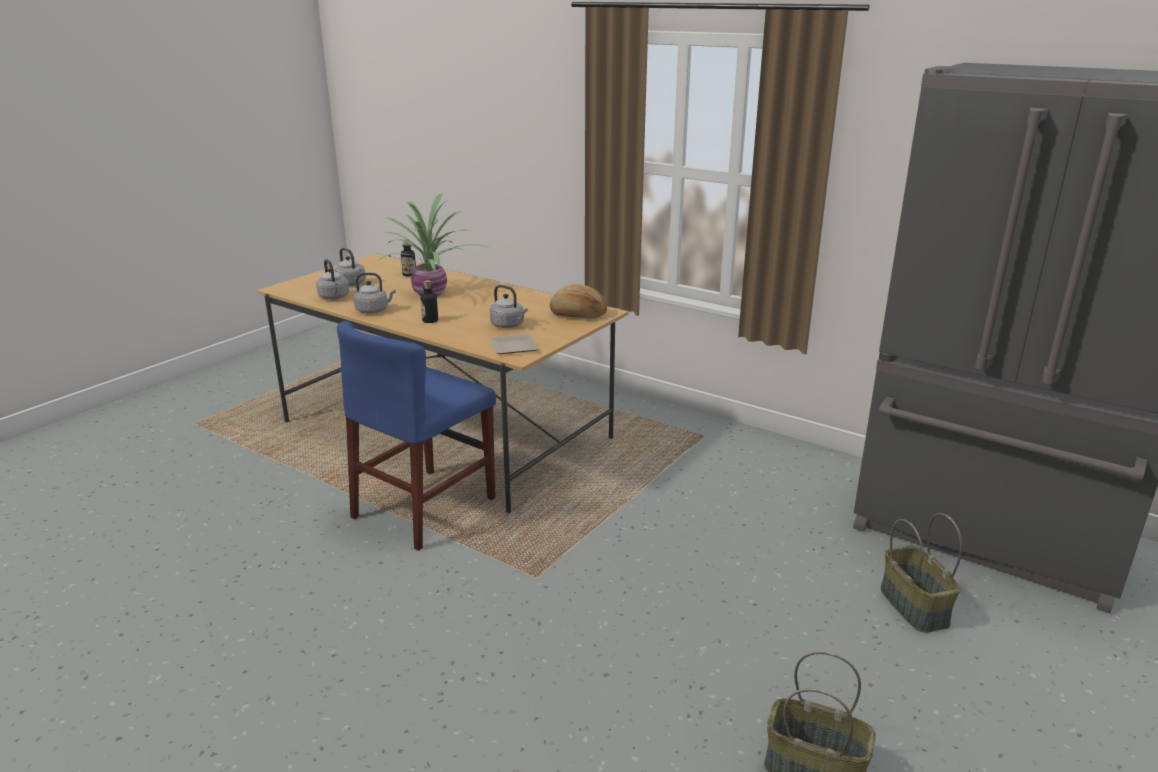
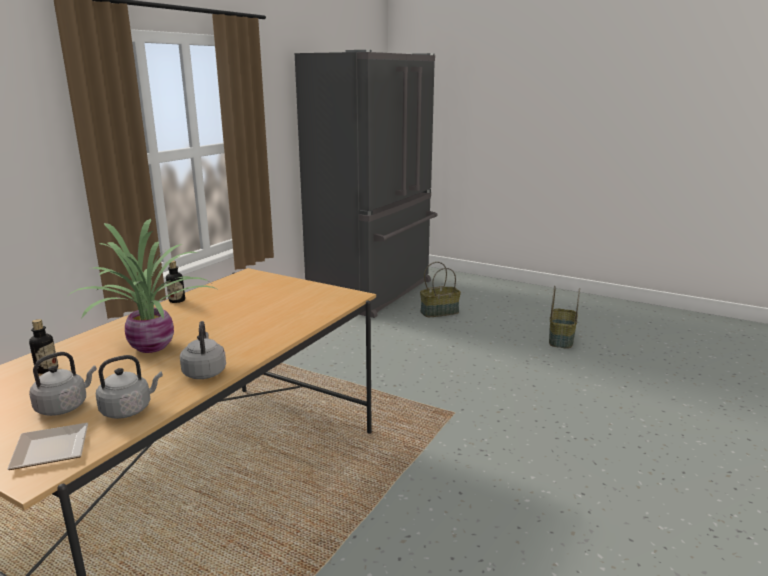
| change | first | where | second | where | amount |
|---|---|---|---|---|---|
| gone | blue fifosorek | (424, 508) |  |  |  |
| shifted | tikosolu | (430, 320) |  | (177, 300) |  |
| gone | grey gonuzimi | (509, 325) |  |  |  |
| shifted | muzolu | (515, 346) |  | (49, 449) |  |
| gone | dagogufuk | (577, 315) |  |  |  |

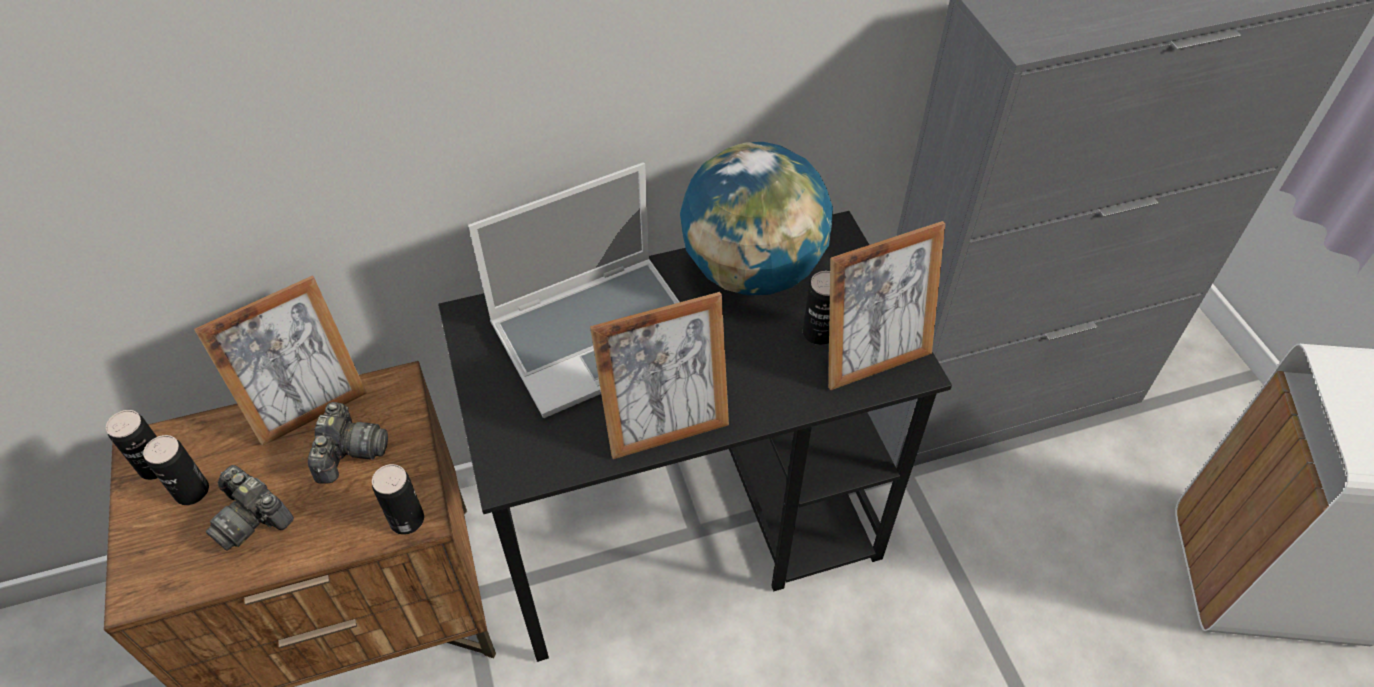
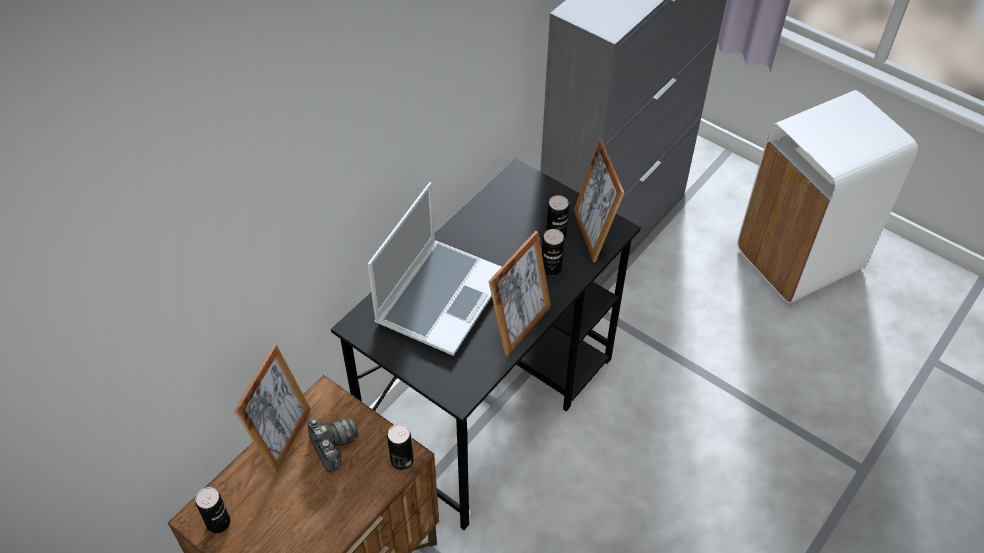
| change | first | where | second | where | amount |
|---|---|---|---|---|---|
| shifted | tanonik | (192, 491) |  | (551, 268) |  |
| gone | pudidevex | (252, 518) |  |  |  |
| gone | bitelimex | (752, 271) |  |  |  |
| rotated | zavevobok | (872, 359) |  | (593, 234) | 135 degrees clockwise |

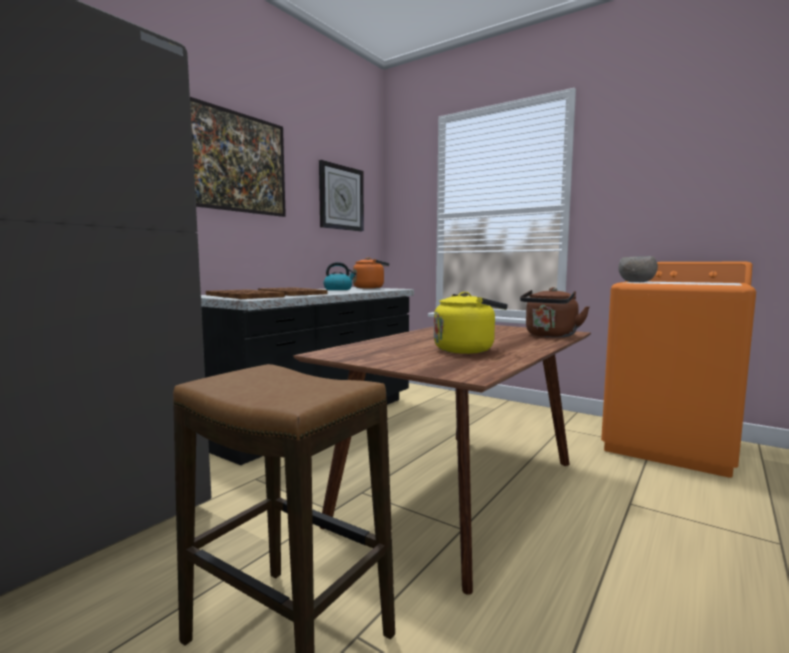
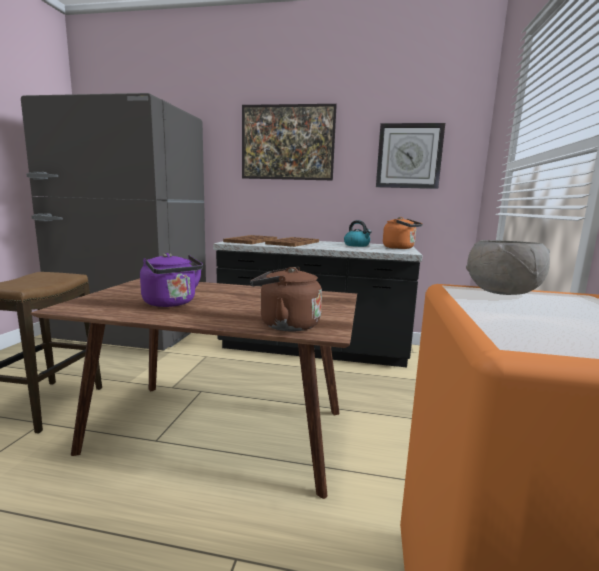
| change | first | where | second | where | amount |
|---|---|---|---|---|---|
| repainted | yellow gonuzimi | (467, 350) | purple gonuzimi | (172, 303) |  |

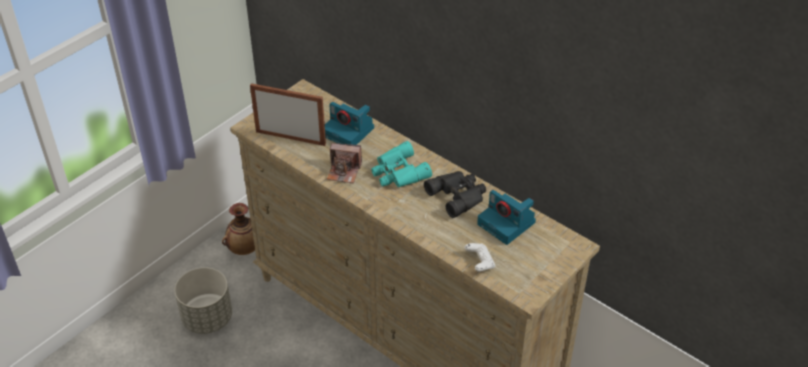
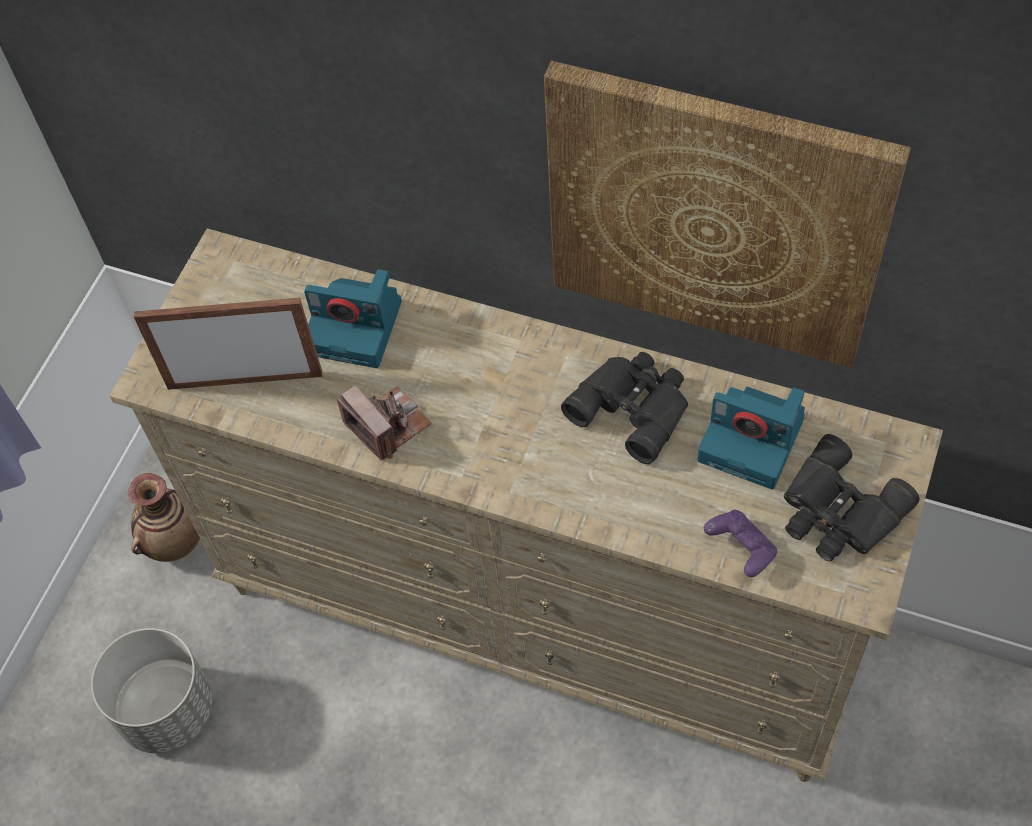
| change | first | where | second | where | amount |
|---|---|---|---|---|---|
| rotated | pudidevex | (344, 171) |  | (387, 425) | 120 degrees counterclockwise |
| gone | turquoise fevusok | (398, 173) |  |  |  |
| repainted | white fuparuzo | (480, 262) | purple fuparuzo | (741, 549) |  |
| new |  |  | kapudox | (714, 216) |  |
| new |  |  | black fevusok | (838, 513) |  |

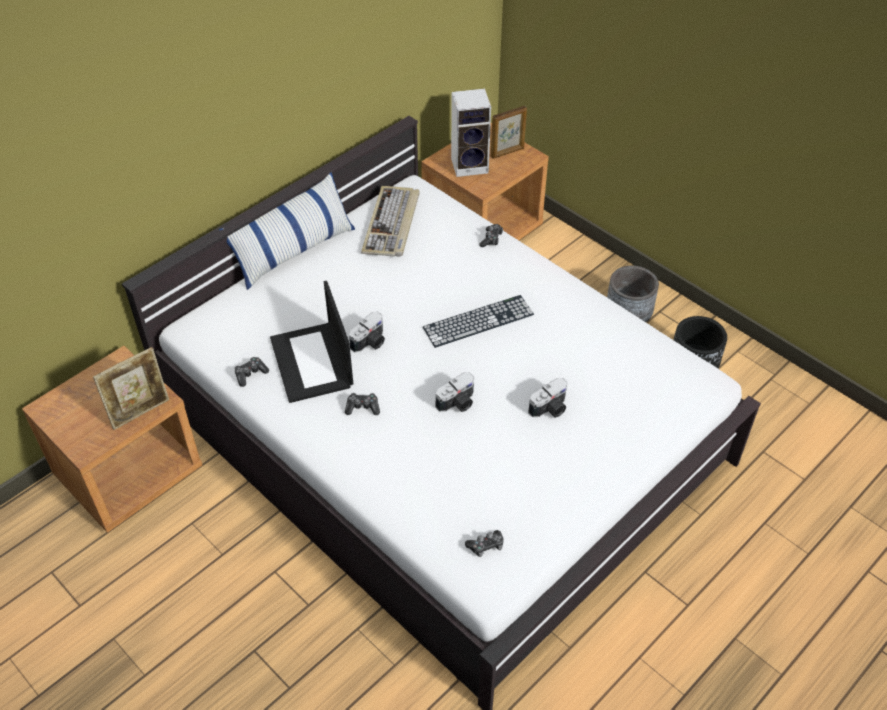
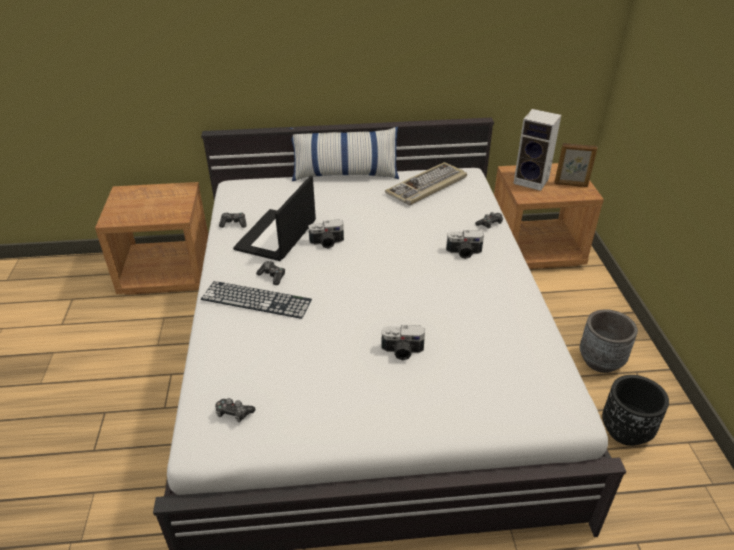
| change | first | where | second | where | amount |
|---|---|---|---|---|---|
| gone | zavevobok | (140, 412) |  |  |  |
| shifted | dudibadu | (478, 321) |  | (256, 299) |  |
| shifted | pudidevex | (458, 403) |  | (464, 253) |  |

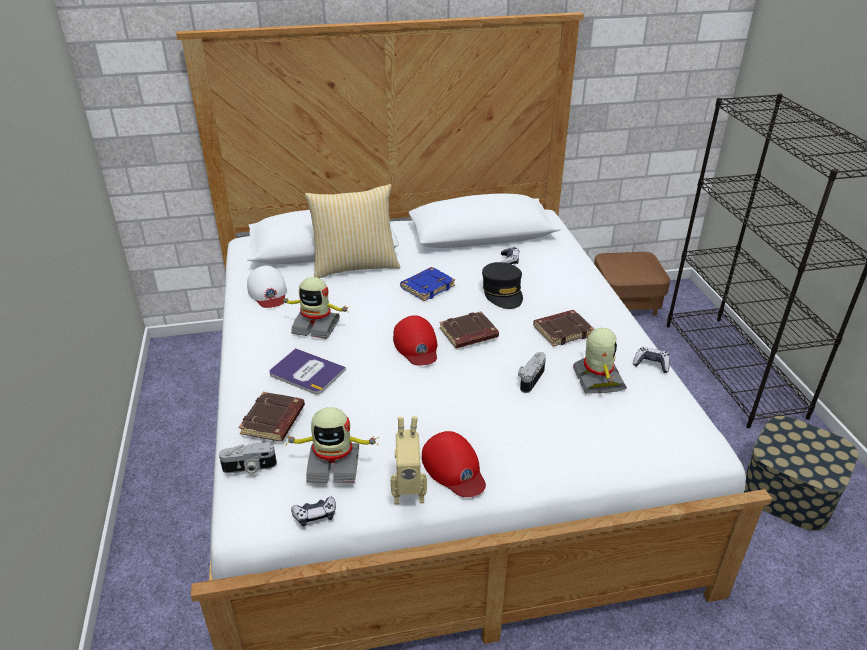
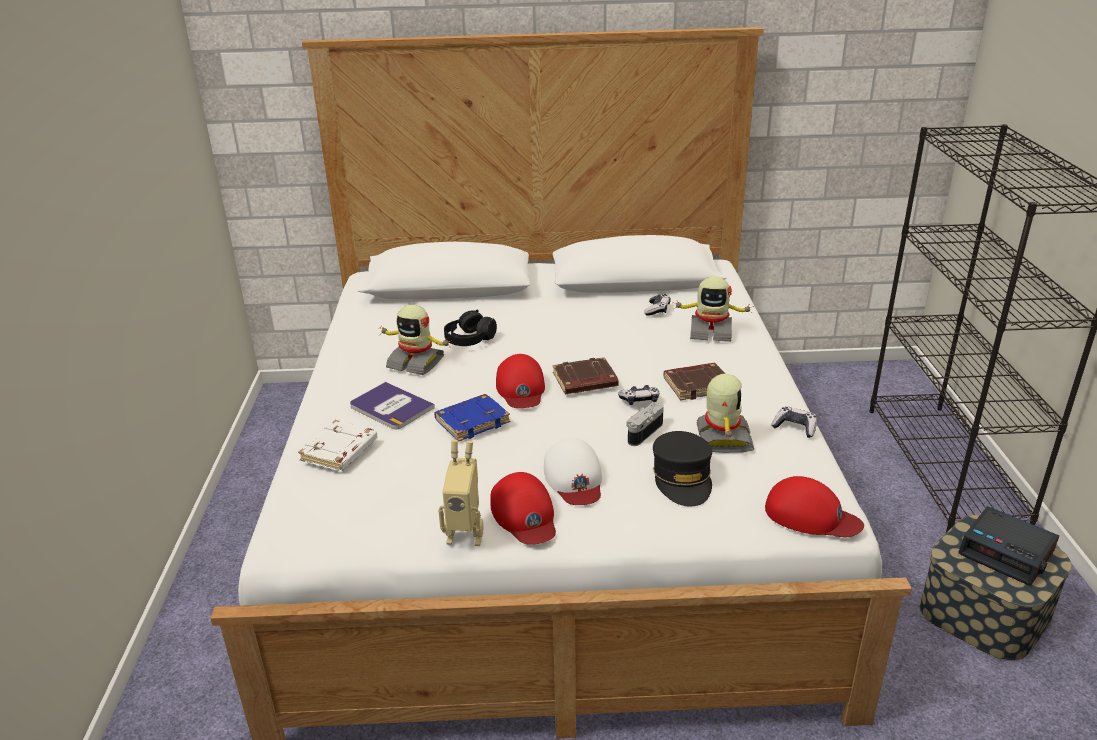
| change | first | where | second | where | amount |
|---|---|---|---|---|---|
| gone | pudidevex | (249, 468) |  |  |  |
| repainted | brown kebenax | (273, 421) | white kebenax | (340, 451) |  |
| shifted | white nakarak | (268, 292) |  | (574, 478) |  |
| shifted | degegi | (334, 465) |  | (710, 332) |  |
| shifted | fuparuzo | (315, 515) |  | (639, 400) |  |
| gone | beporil | (355, 266) |  |  |  |
| shifted | blue kebenax | (427, 287) |  | (472, 421) |  |
| shifted | black nakarak | (502, 293) |  | (682, 478) |  |
| gone | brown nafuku | (625, 302) |  |  |  |
| new |  |  | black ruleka | (469, 339) |  |
| new |  |  | red nakarak | (811, 516) |  |
| new |  |  | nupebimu | (1007, 553) |  |

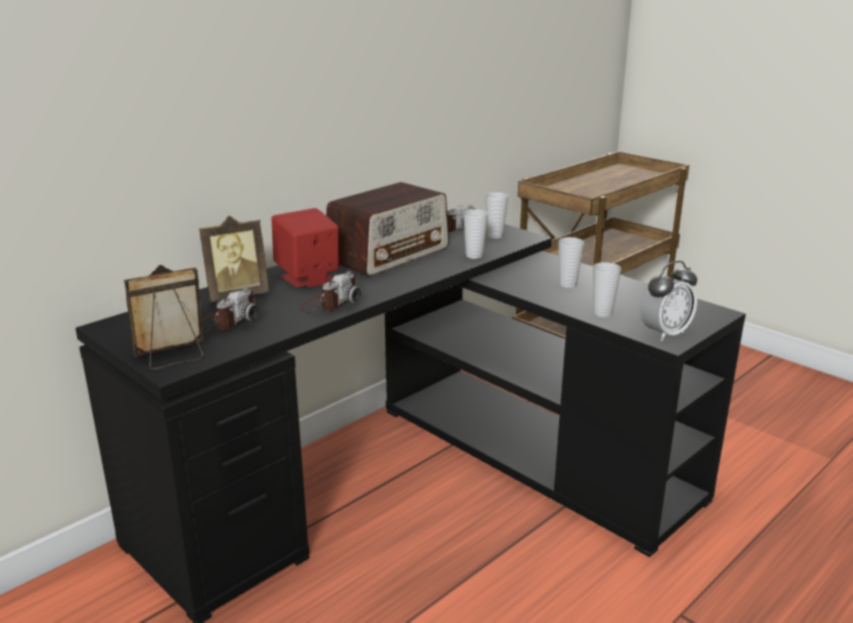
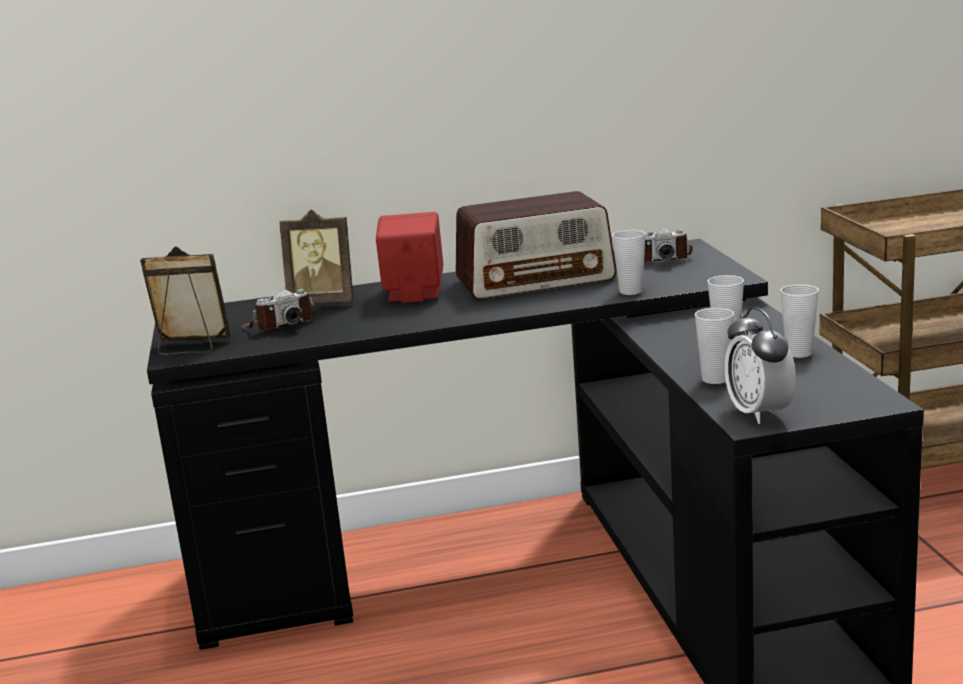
| change | first | where | second | where | amount |
|---|---|---|---|---|---|
| gone | pudidevex | (330, 303) |  |  |  |
| shifted | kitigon | (495, 236) |  | (799, 353) |  |
| rotated | nupebimu | (665, 333) |  | (759, 413) | 75 degrees clockwise |

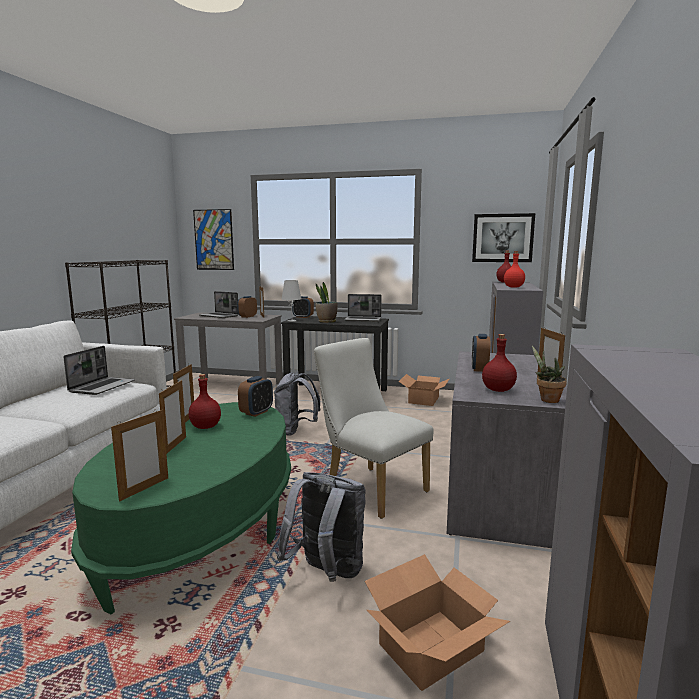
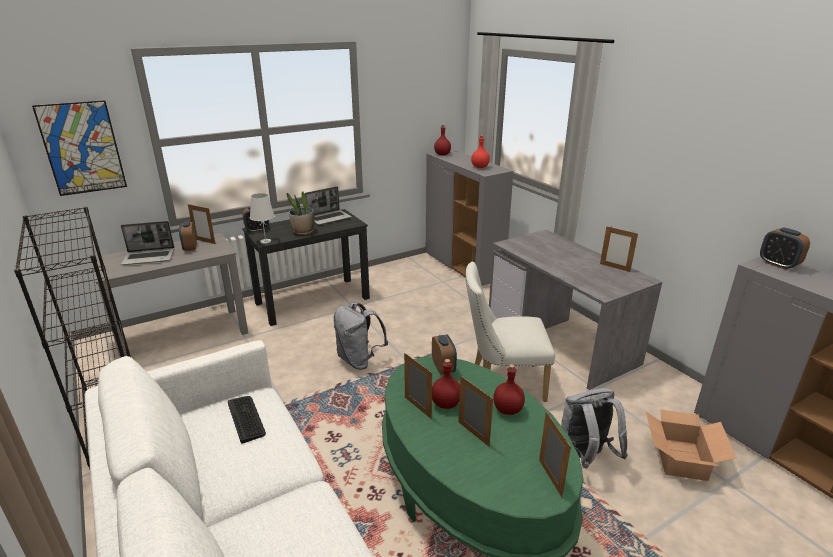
| change | first | where | second | where | amount |
|---|---|---|---|---|---|
| swapped | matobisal | (102, 387) | dudibadu | (246, 418) |  |
| gone | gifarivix | (423, 400) |  |  |  |
| gone | kapudox | (502, 238) |  |  |  |
| shifted | nupebimu | (479, 369) |  | (778, 264) |  |
| shifted | red tikosolu | (498, 390) |  | (507, 409) |  |
| gone | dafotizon | (546, 400) |  |  |  |

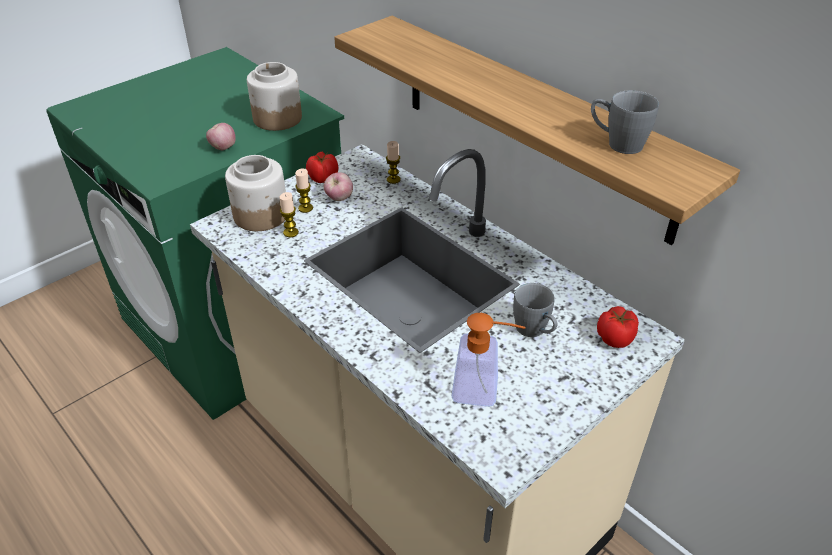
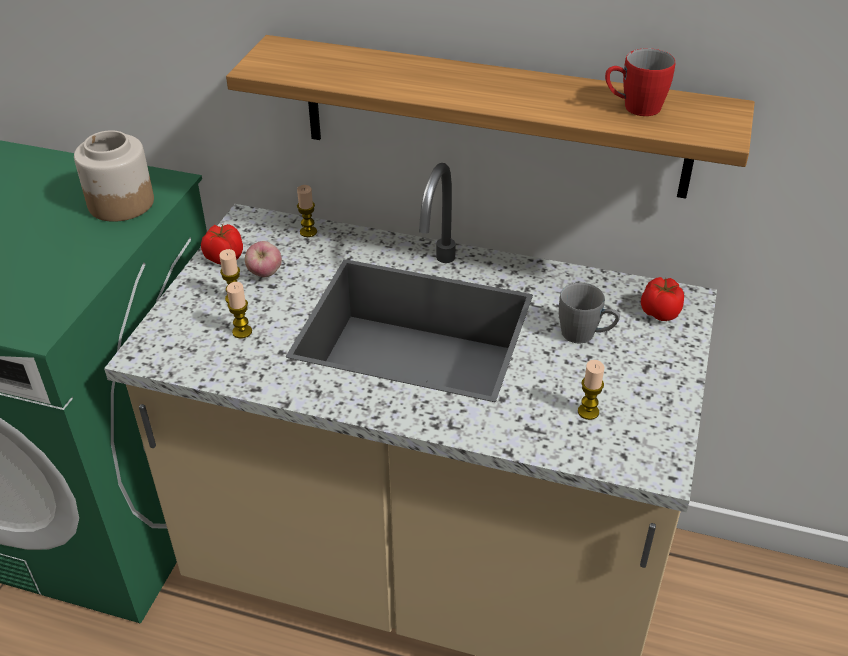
| change | first | where | second | where | amount |
|---|---|---|---|---|---|
| gone | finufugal | (223, 148) |  |  |  |
| gone | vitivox | (260, 215) |  |  |  |
| swapped | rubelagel | (484, 391) | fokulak | (588, 412) |  |
| repainted | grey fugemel | (616, 143) | red fugemel | (633, 108) |  |

